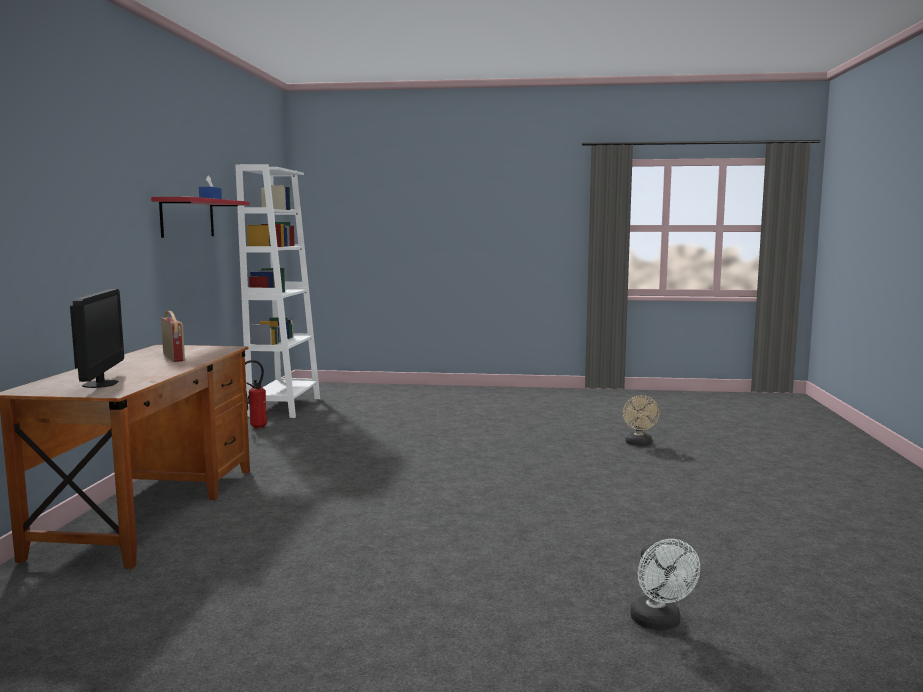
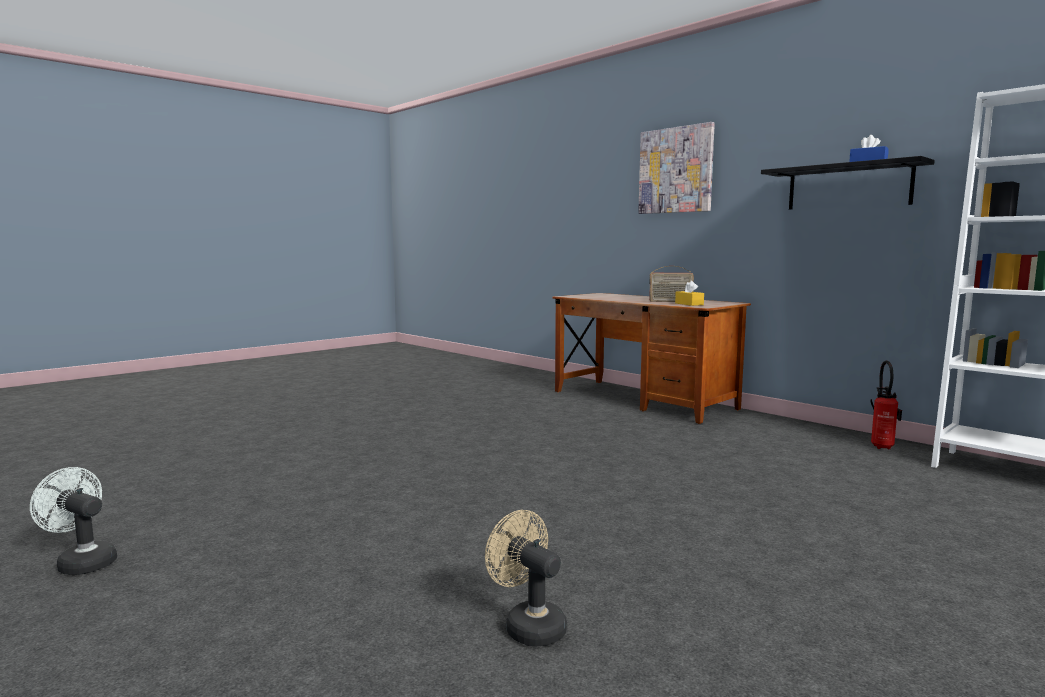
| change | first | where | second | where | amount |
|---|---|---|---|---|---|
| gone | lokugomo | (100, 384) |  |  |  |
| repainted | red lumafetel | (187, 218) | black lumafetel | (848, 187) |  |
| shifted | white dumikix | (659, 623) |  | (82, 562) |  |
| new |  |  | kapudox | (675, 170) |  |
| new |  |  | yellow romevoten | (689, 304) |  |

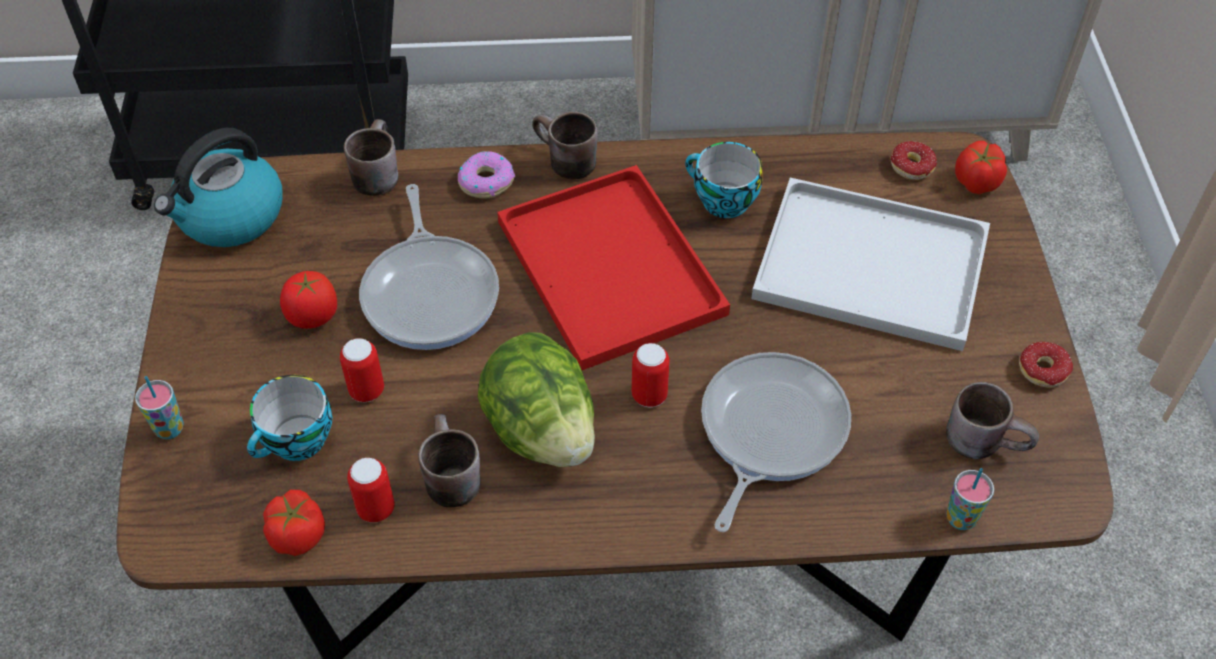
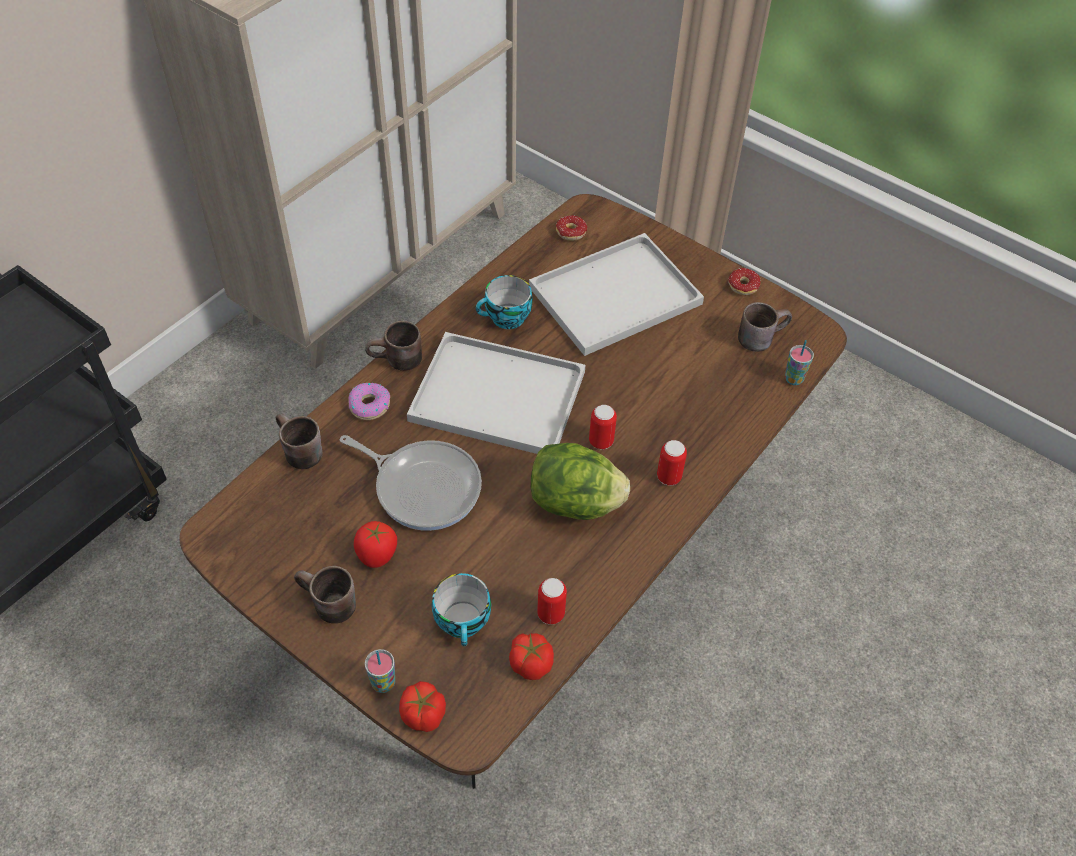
| change | first | where | second | where | amount |
|---|---|---|---|---|---|
| gone | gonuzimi | (230, 216) |  |  |  |
| shifted | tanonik | (367, 390) |  | (669, 477) |  |
| shifted | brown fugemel | (446, 476) |  | (326, 606) |  |
| repainted | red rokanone | (606, 265) | white rokanone | (494, 397) |  |
| gone | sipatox | (769, 431) |  |  |  |
| shifted | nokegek | (976, 182) |  | (423, 714) |  |

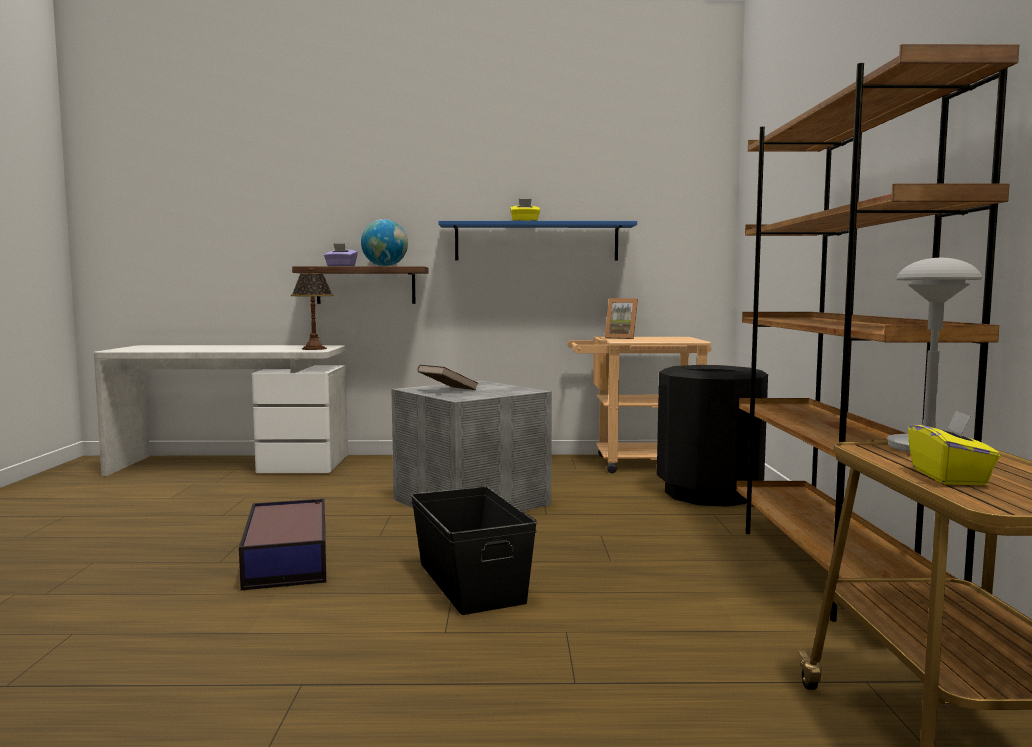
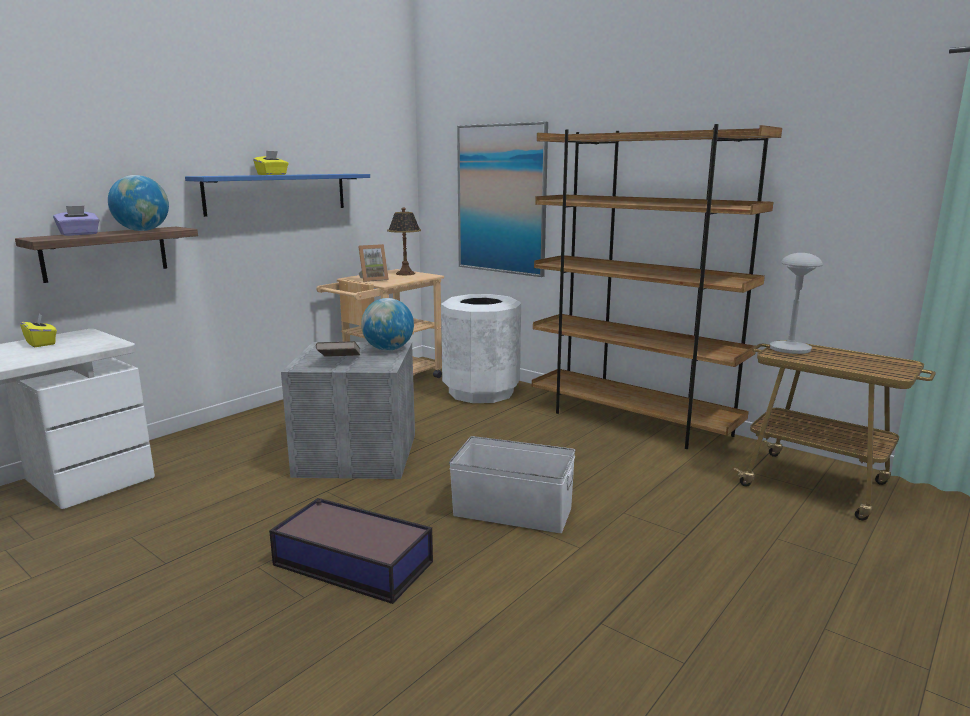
| change | first | where | second | where | amount |
|---|---|---|---|---|---|
| shifted | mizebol | (314, 349) |  | (405, 273) |  |
| repainted | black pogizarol | (469, 582) | white pogizarol | (513, 512) |  |
| repainted | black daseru | (708, 494) | white daseru | (480, 392) |  |
| shifted | yellow romevoten | (949, 477) |  | (41, 343) |  |
| new |  |  | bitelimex | (388, 349) |  |
| new |  |  | kapudox | (501, 199) |  |

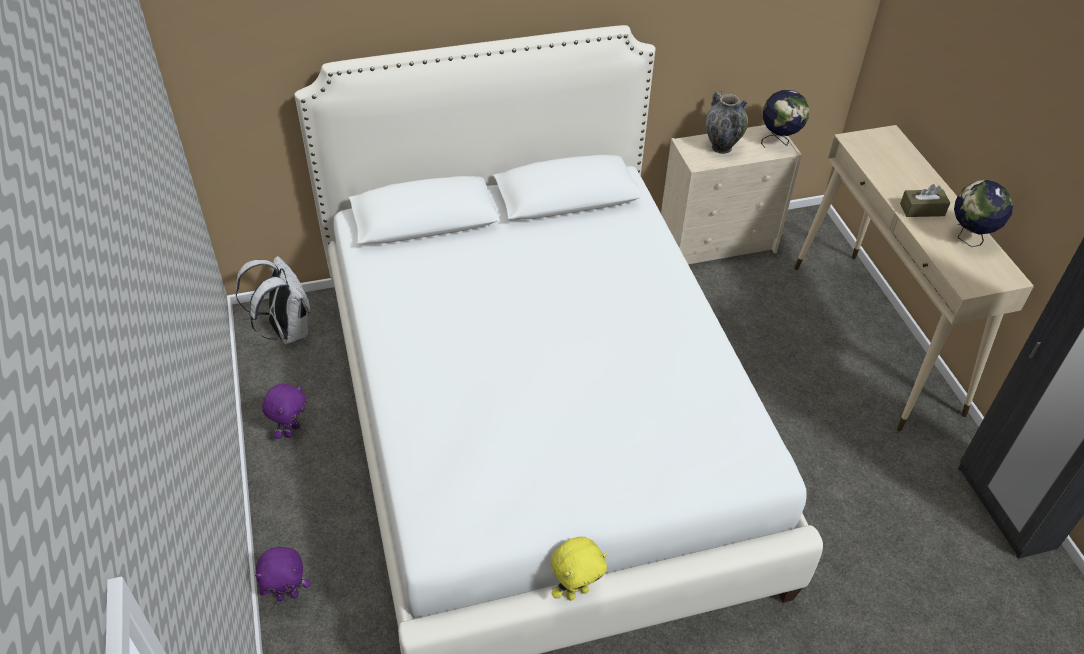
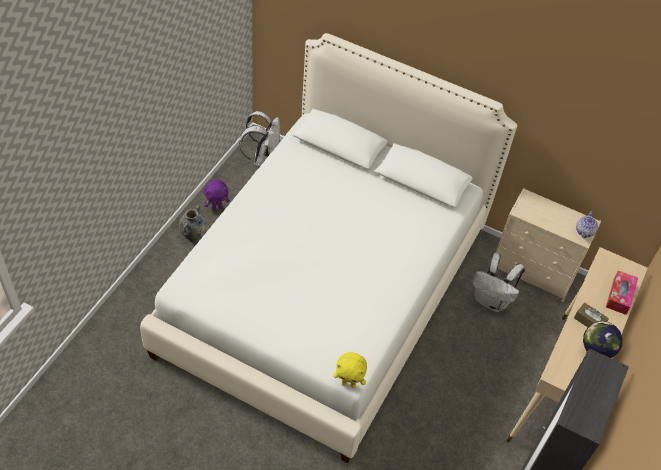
| change | first | where | second | where | amount |
|---|---|---|---|---|---|
| gone | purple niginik | (288, 595) |  |  |  |
| shifted | yellow niginik | (576, 591) |  | (349, 384) |  |
| shifted | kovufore | (721, 147) |  | (194, 237) |  |
| swapped | bitelimex | (779, 141) | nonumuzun | (585, 231) |  |
| new |  |  | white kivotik | (491, 301) |  |
| new |  |  | romevoten | (619, 296) |  |

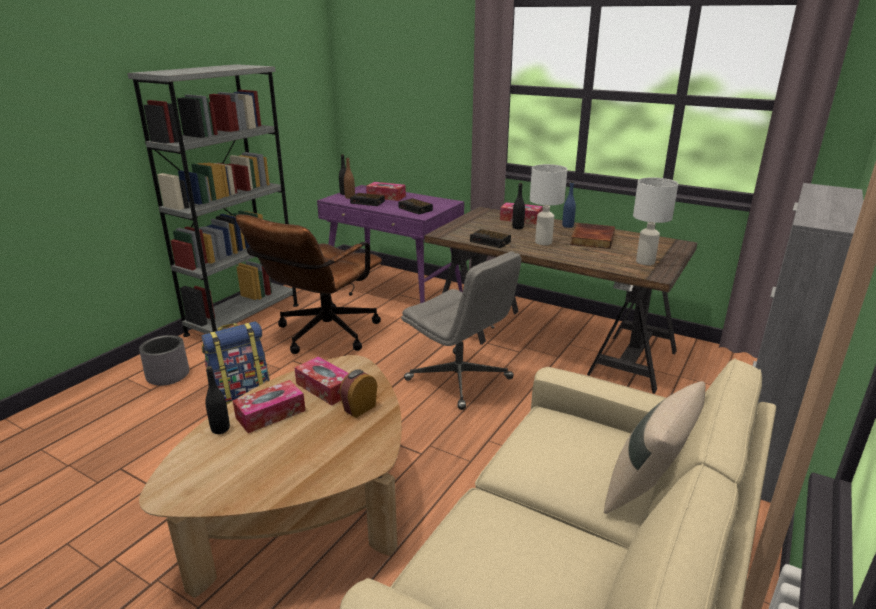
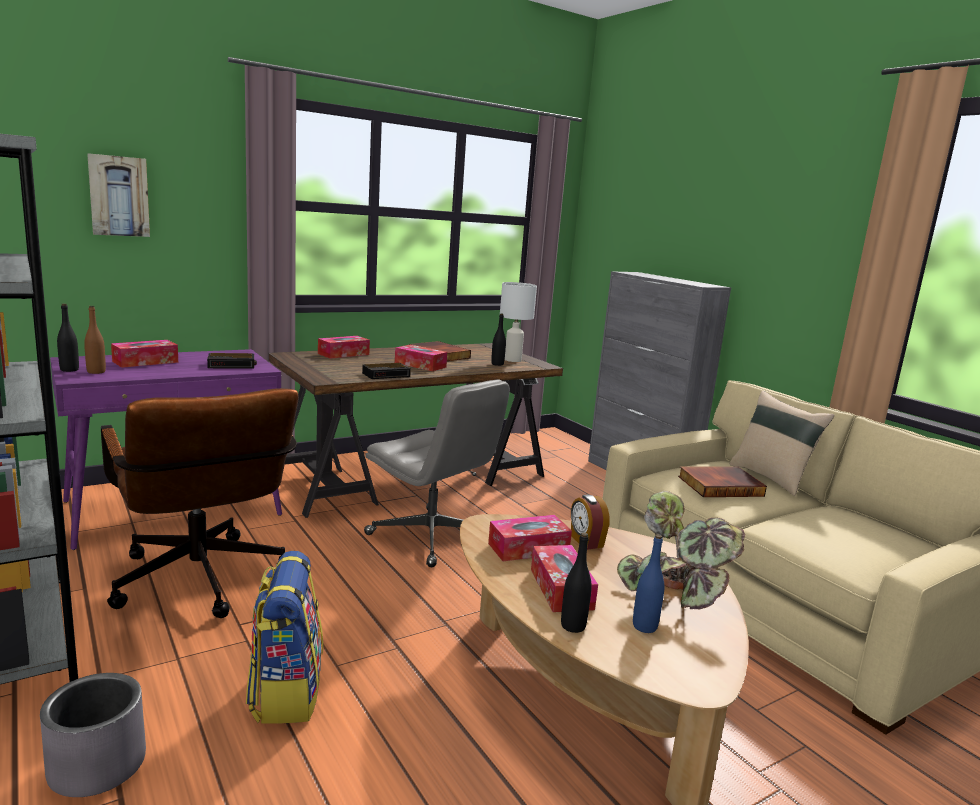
| change | first | where | second | where | amount |
|---|---|---|---|---|---|
| gone | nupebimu | (368, 202) |  |  |  |
| rotated | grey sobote | (460, 380) |  | (432, 537) | 60 degrees clockwise |
| shifted | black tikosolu | (517, 227) |  | (497, 364) |  |
| swapped | white mizebol | (543, 242) | romevoten | (420, 365) |  |
| shifted | blue tikosolu | (567, 226) |  | (644, 626) |  |
| new |  |  | kapudox | (119, 196) |  |
| new |  |  | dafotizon | (677, 595) |  |
| new |  |  | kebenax | (720, 485) |  |

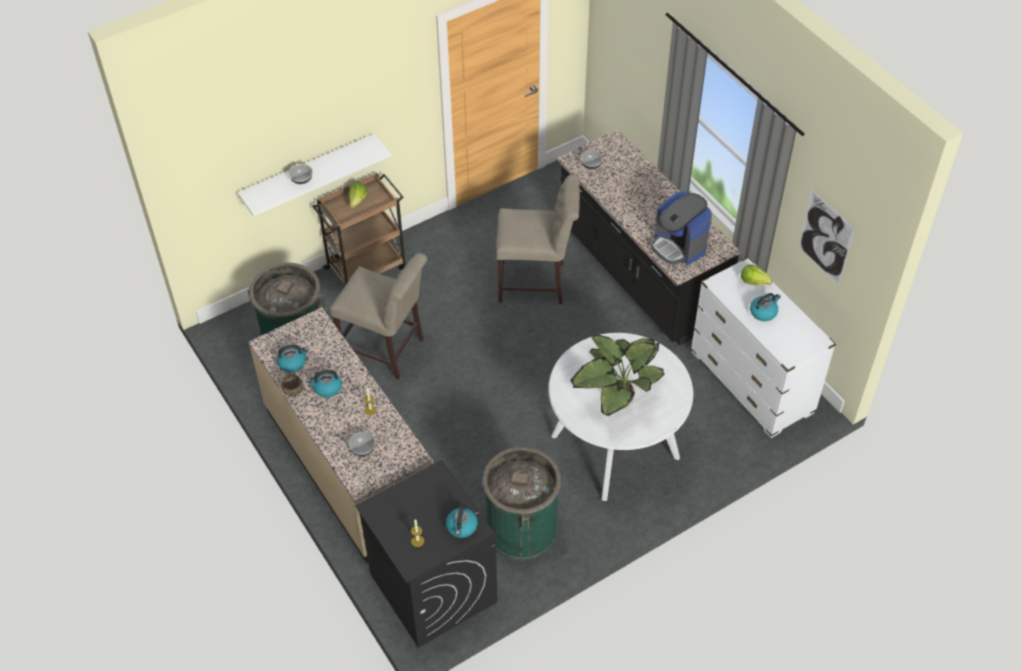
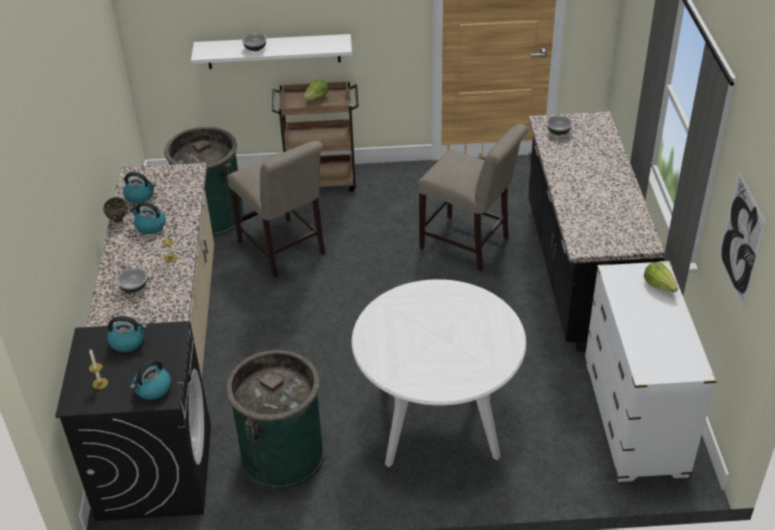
| change | first | where | second | where | amount |
|---|---|---|---|---|---|
| gone | dafotizon | (617, 400) |  |  |  |
| gone | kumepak | (678, 246) |  |  |  |
| shifted | gonuzimi | (763, 312) |  | (128, 342) |  |

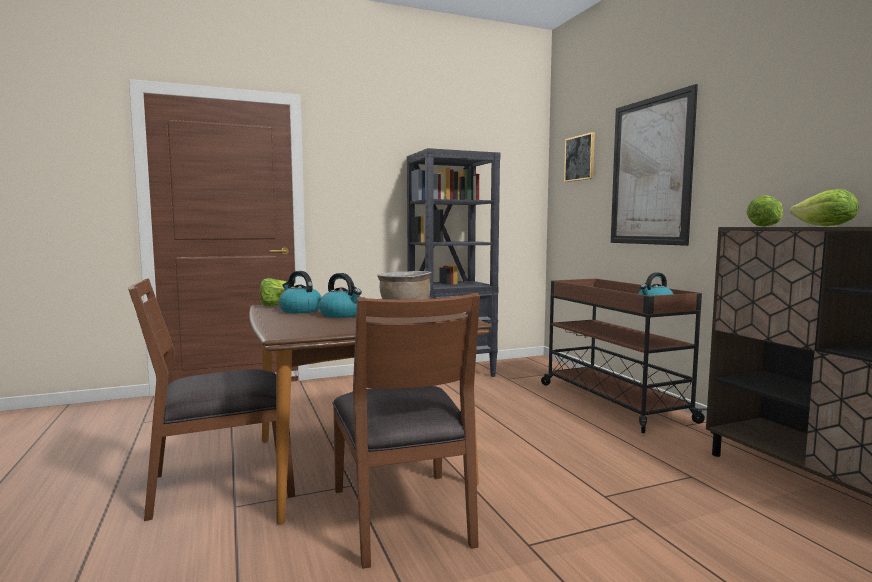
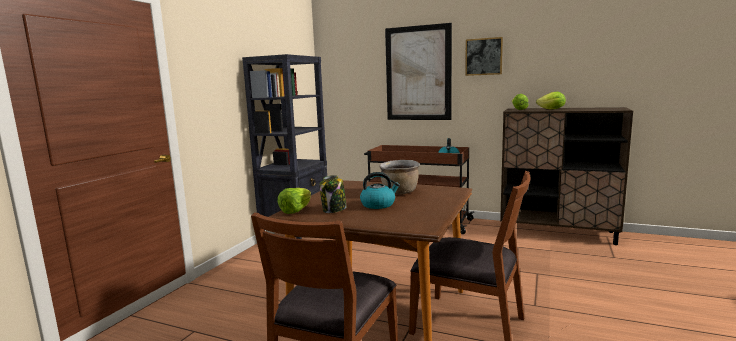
| change | first | where | second | where | amount |
|---|---|---|---|---|---|
| swapped | gonuzimi | (300, 310) | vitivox | (334, 210) |  |
| shifted | kapudox | (580, 158) |  | (483, 56) |  |

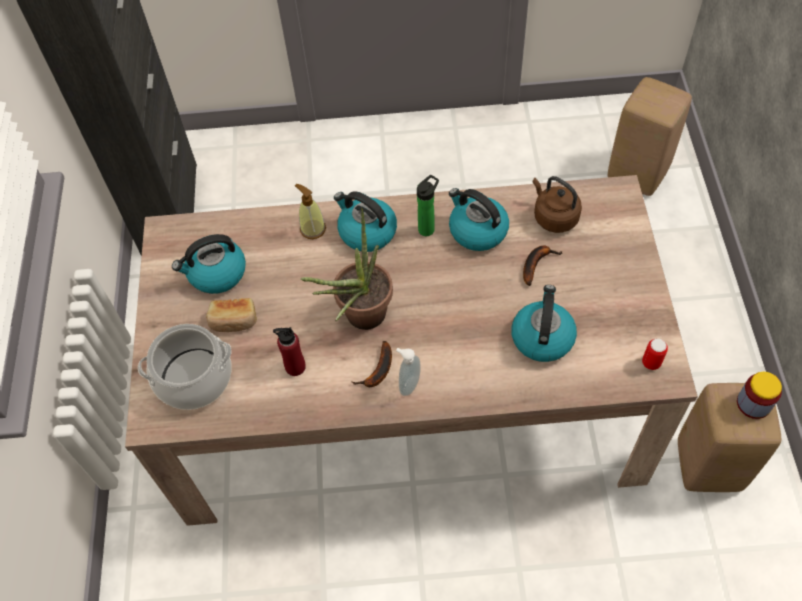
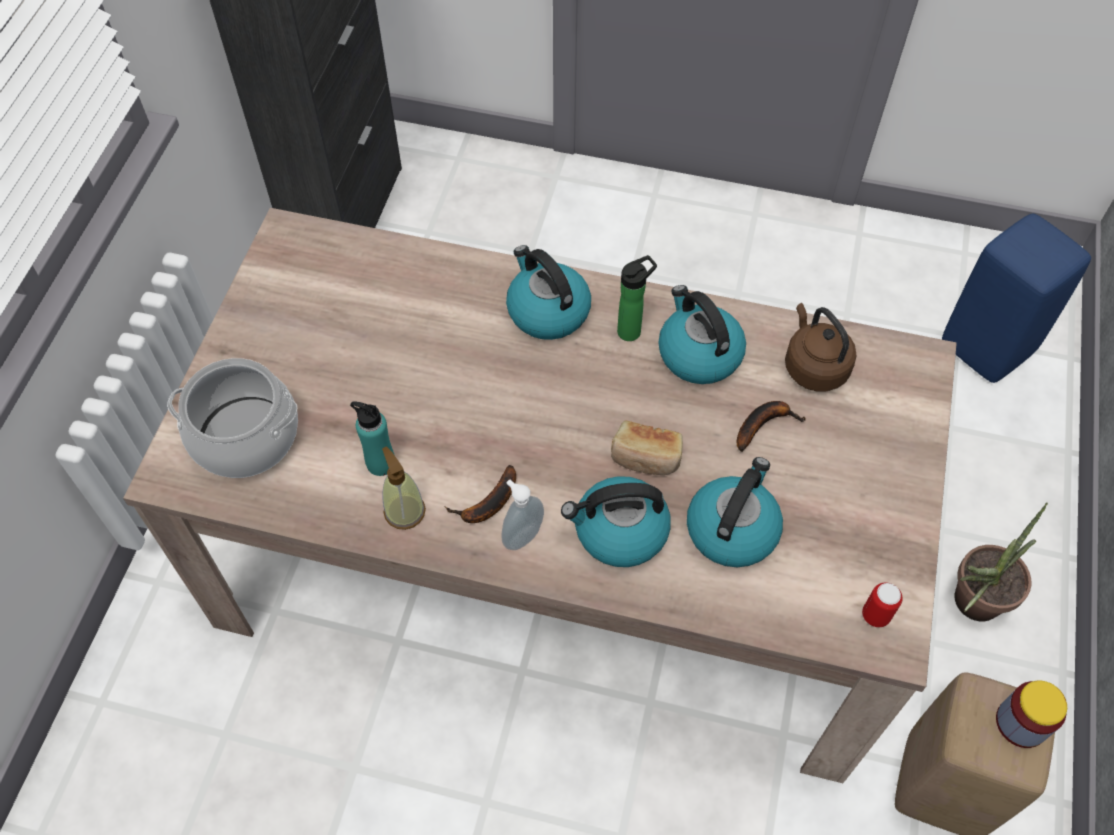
| change | first | where | second | where | amount |
|---|---|---|---|---|---|
| shifted | gonuzimi | (216, 274) |  | (619, 532) |  |
| shifted | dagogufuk | (234, 321) |  | (646, 457) |  |
| repainted | red tikosolu | (295, 367) | turquoise tikosolu | (380, 463) |  |
| shifted | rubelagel | (312, 229) |  | (404, 511) |  |
| shifted | dafotizon | (360, 319) |  | (969, 605) |  |
| repainted | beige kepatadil | (639, 173) | blue kepatadil | (989, 347) |  |

